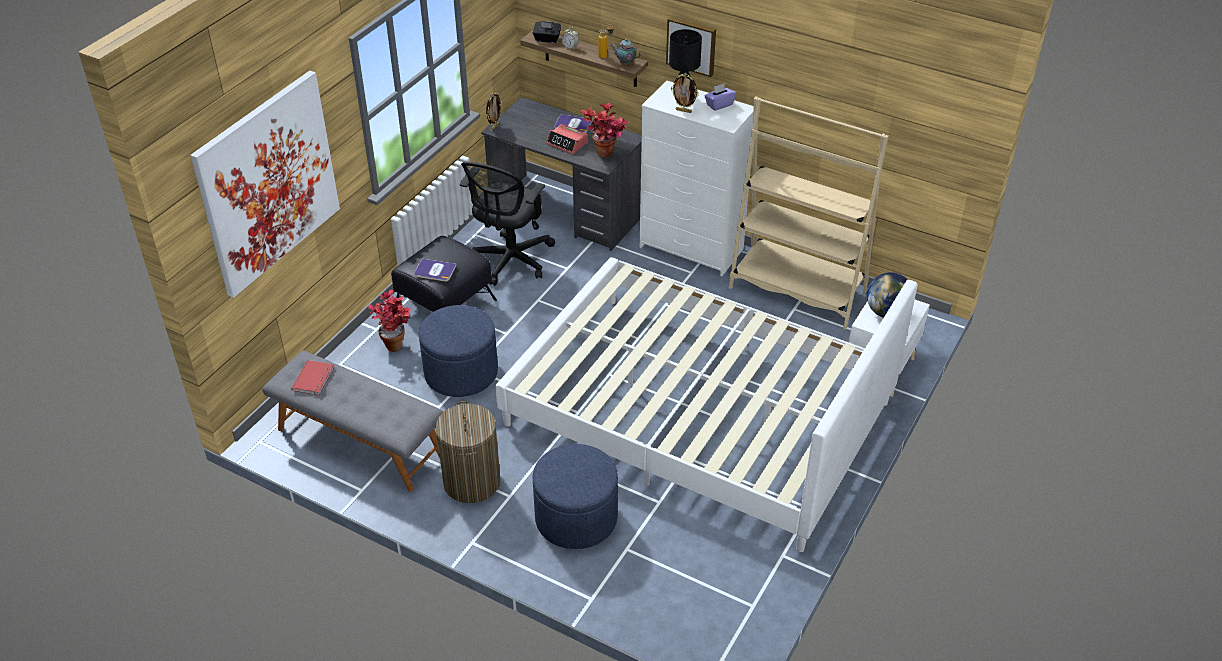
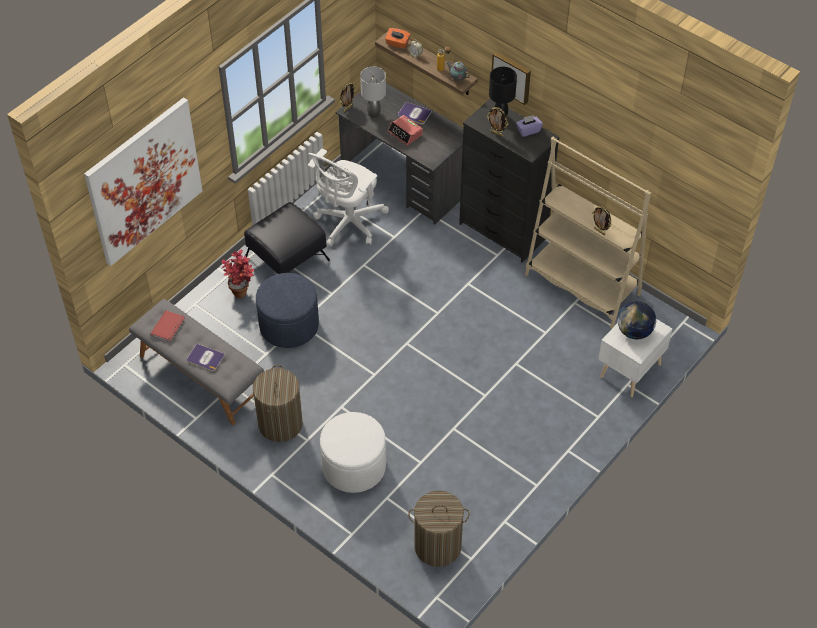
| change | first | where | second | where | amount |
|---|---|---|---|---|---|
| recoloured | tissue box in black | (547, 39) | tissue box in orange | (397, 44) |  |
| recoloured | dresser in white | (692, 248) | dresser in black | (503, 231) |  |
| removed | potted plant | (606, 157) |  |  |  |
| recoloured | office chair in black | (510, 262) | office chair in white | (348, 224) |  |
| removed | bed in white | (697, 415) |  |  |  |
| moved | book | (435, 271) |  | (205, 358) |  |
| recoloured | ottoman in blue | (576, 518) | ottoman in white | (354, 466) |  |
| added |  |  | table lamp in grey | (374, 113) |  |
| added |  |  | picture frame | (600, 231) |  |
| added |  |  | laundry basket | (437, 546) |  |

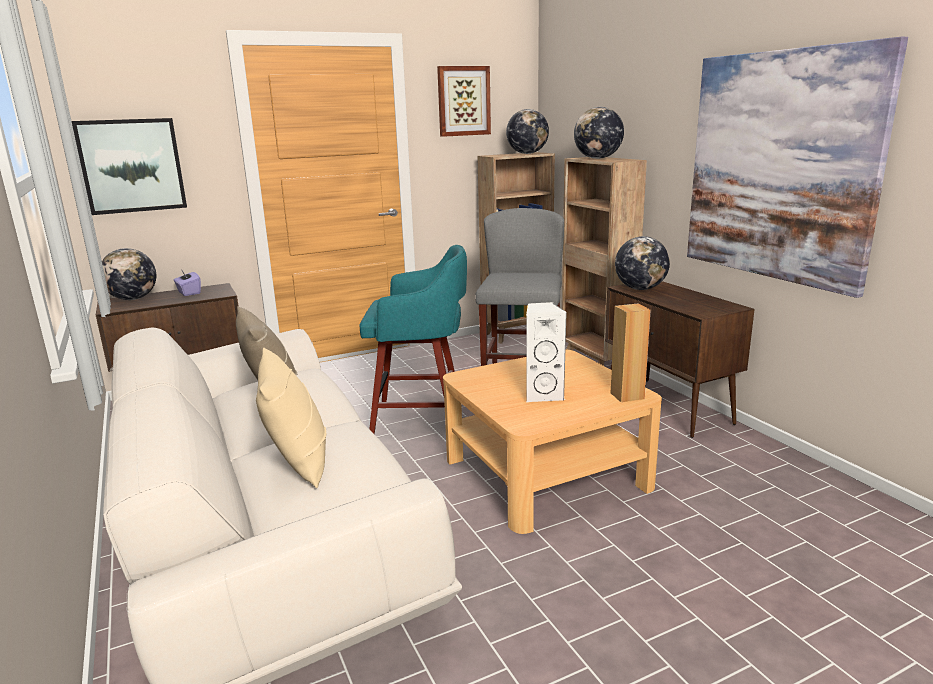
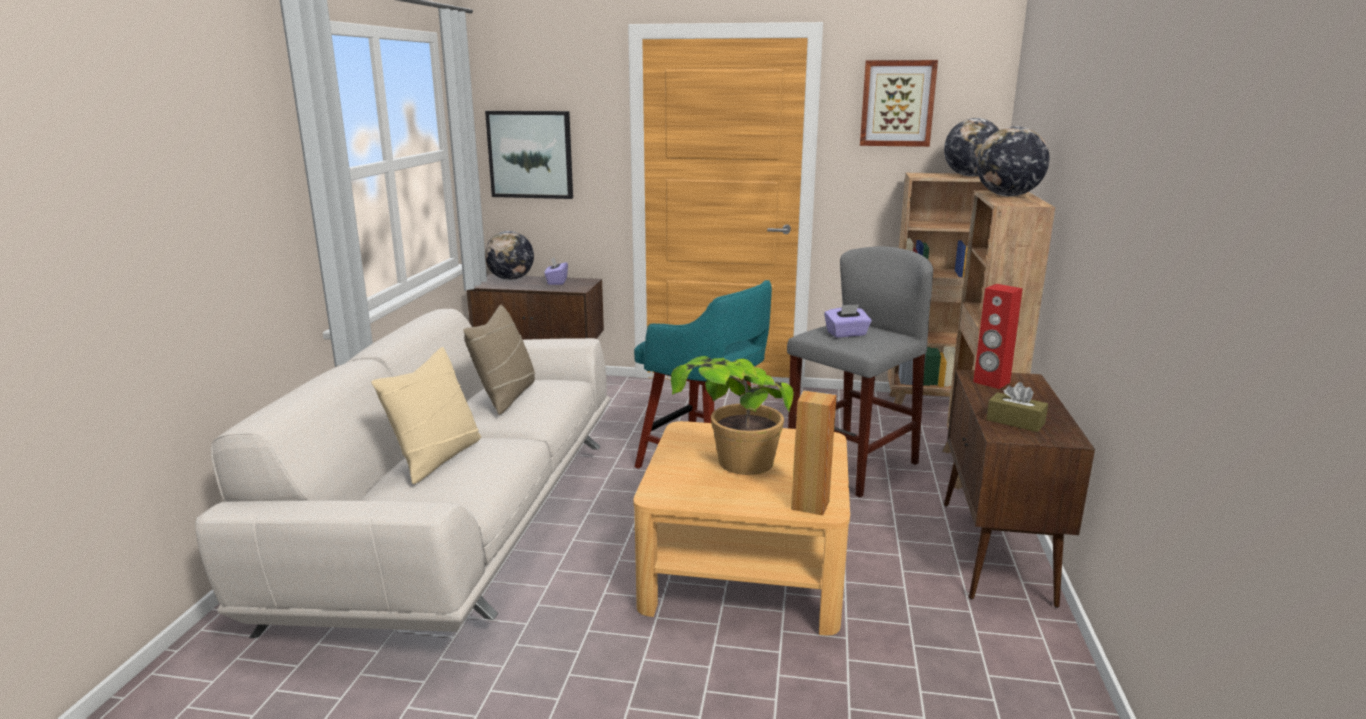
| change | first | where | second | where | amount |
|---|---|---|---|---|---|
| removed | picture | (779, 167) |  |  |  |
| replaced | globe | (640, 289) | speaker in red | (991, 382) |  |
| replaced | speaker in white | (543, 394) | potted plant | (727, 473) |  |
| added |  |  | tissue box in purple | (846, 334) |  |
| added |  |  | tissue box in brown | (1015, 421) |  |

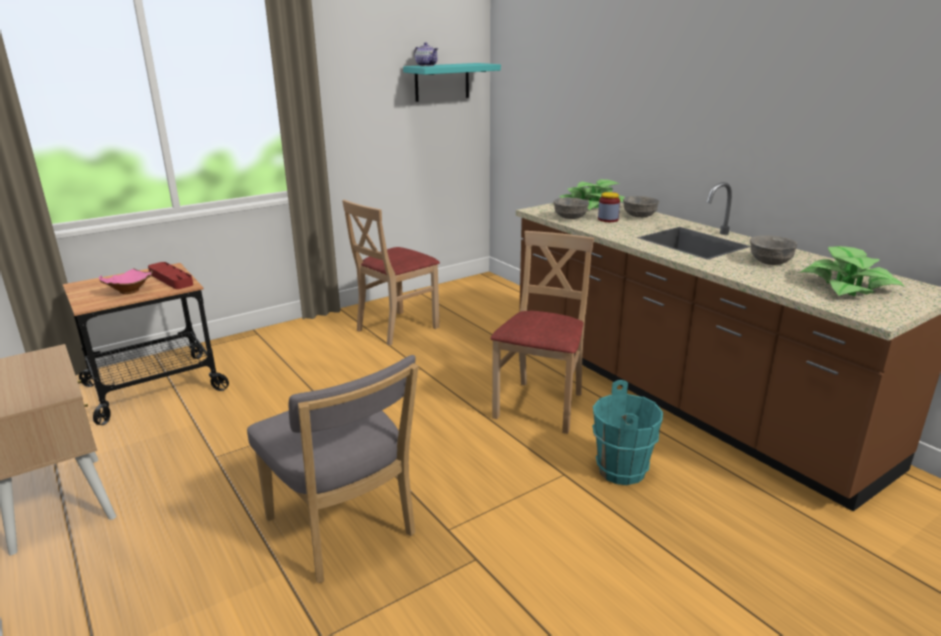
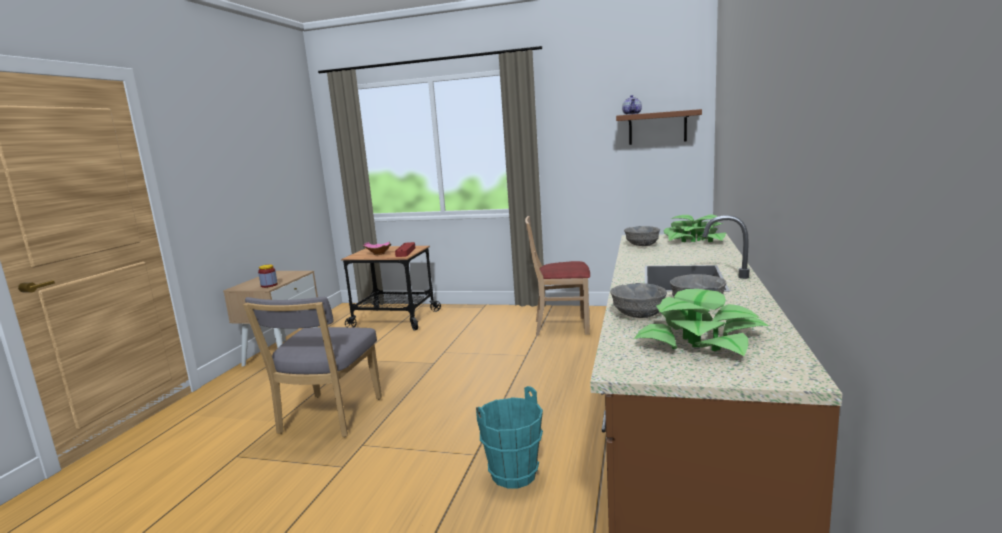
| change | first | where | second | where | amount |
|---|---|---|---|---|---|
| recoloured | shelf in turquoise | (442, 82) | shelf in brown | (657, 128) |  |
| moved | jar | (608, 219) |  | (269, 285) |  |
| moved | bowl in grey | (639, 216) |  | (638, 315) |  |
| removed | chair in beige | (541, 406) |  |  |  |

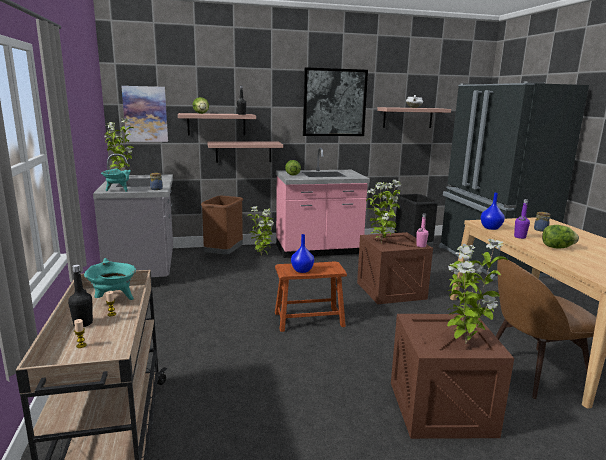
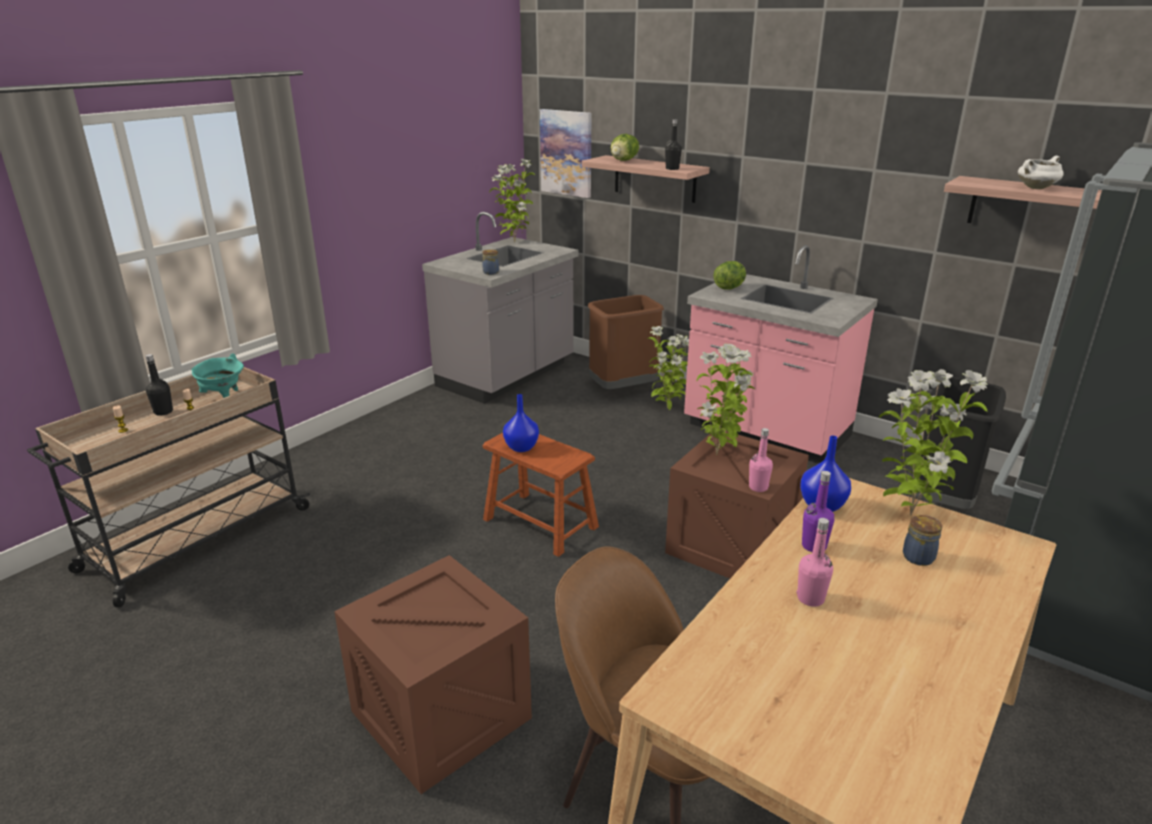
| change | first | where | second | where | amount |
|---|---|---|---|---|---|
| removed | picture | (334, 102) |  |  |  |
| removed | shelf | (243, 152) |  |  |  |
| removed | cooking pot in turquoise | (118, 190) |  |  |  |
| replaced | lettuce | (557, 247) | bottle in pink | (810, 598) |  |
| moved | potted plant | (464, 343) |  | (910, 513) |  |

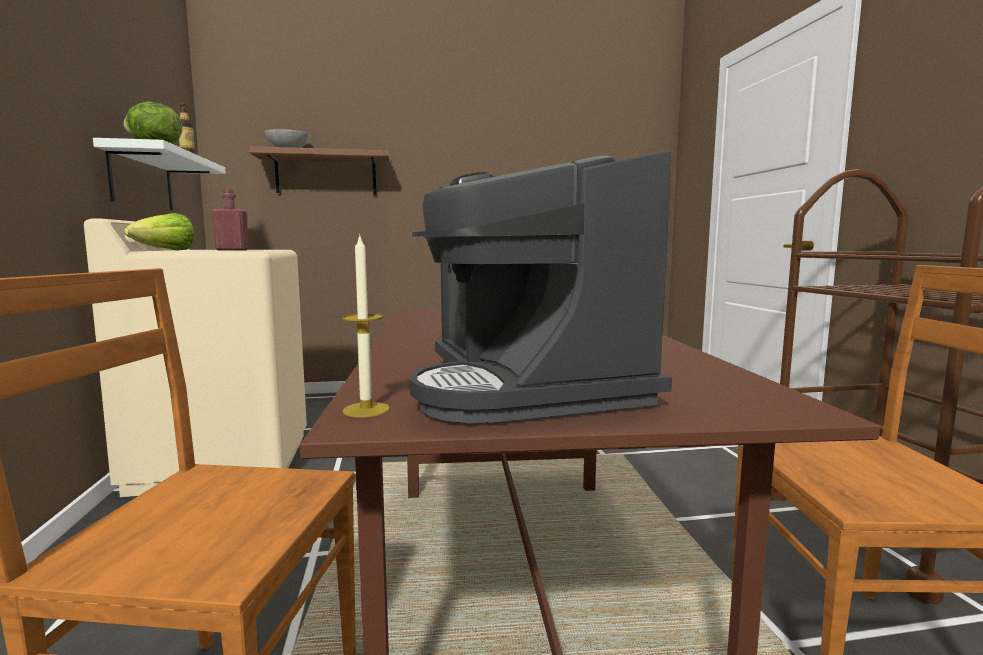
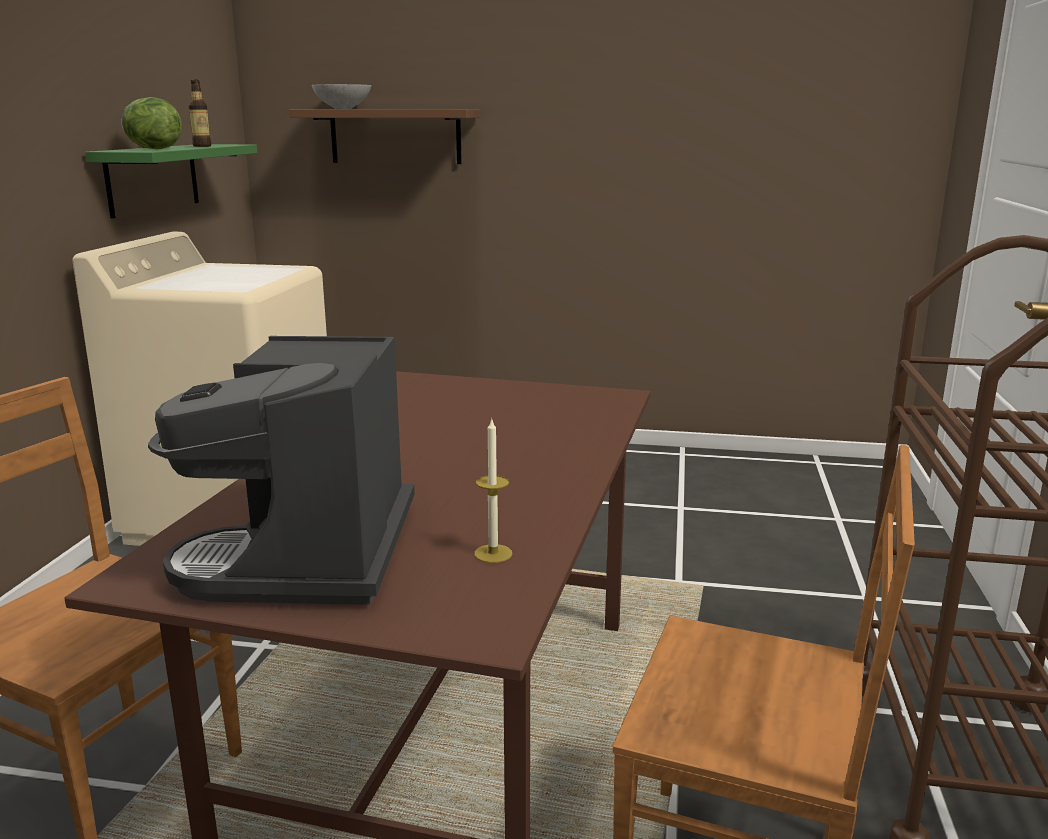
| change | first | where | second | where | amount |
|---|---|---|---|---|---|
| recoloured | shelf in white | (142, 180) | shelf in green | (153, 179) |  |
| removed | bottle in red | (232, 250) |  |  |  |
| removed | lettuce | (165, 250) |  |  |  |
| moved | candle | (366, 410) |  | (493, 553) |  |

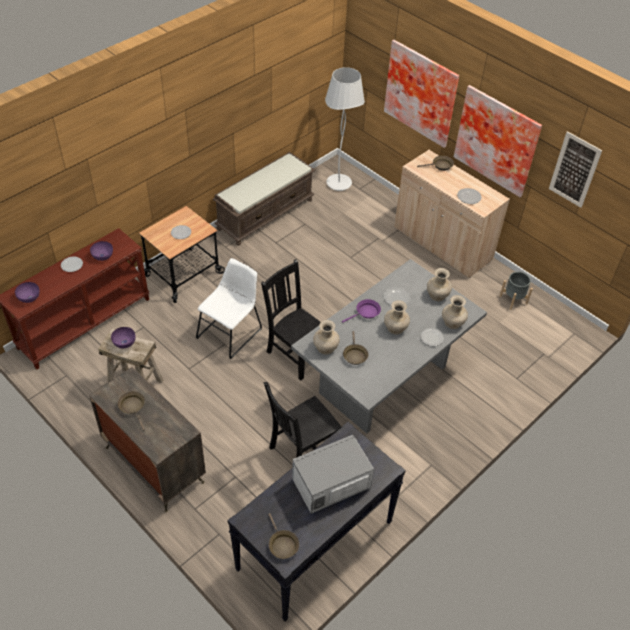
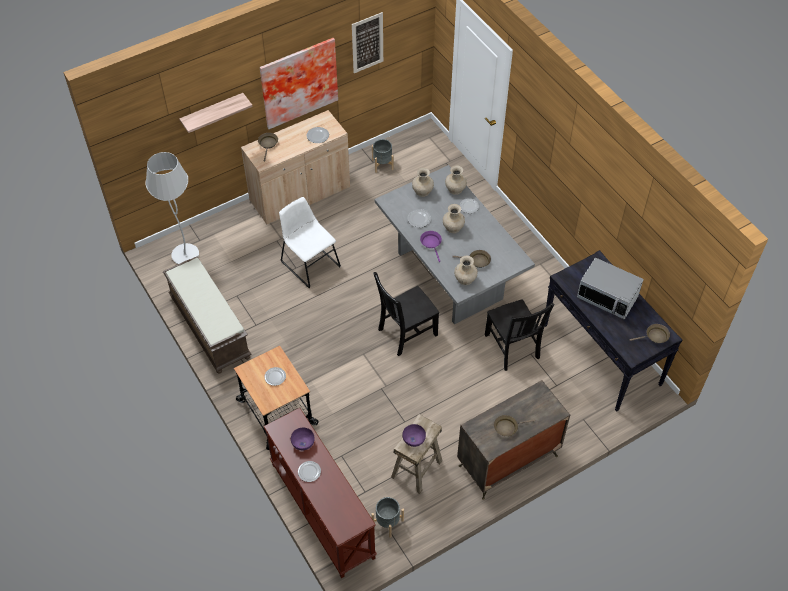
| change | first | where | second | where | amount |
|---|---|---|---|---|---|
| replaced | picture | (422, 92) | shelf | (212, 113) |  |
| moved | chair in white | (231, 331) |  | (309, 262) |  |
| removed | bowl in purple | (29, 297) |  |  |  |
| turned | microwave | (331, 485) |  | (607, 297) | 45 degrees counterclockwise |
| added |  |  | planter in grey | (388, 522) |  |

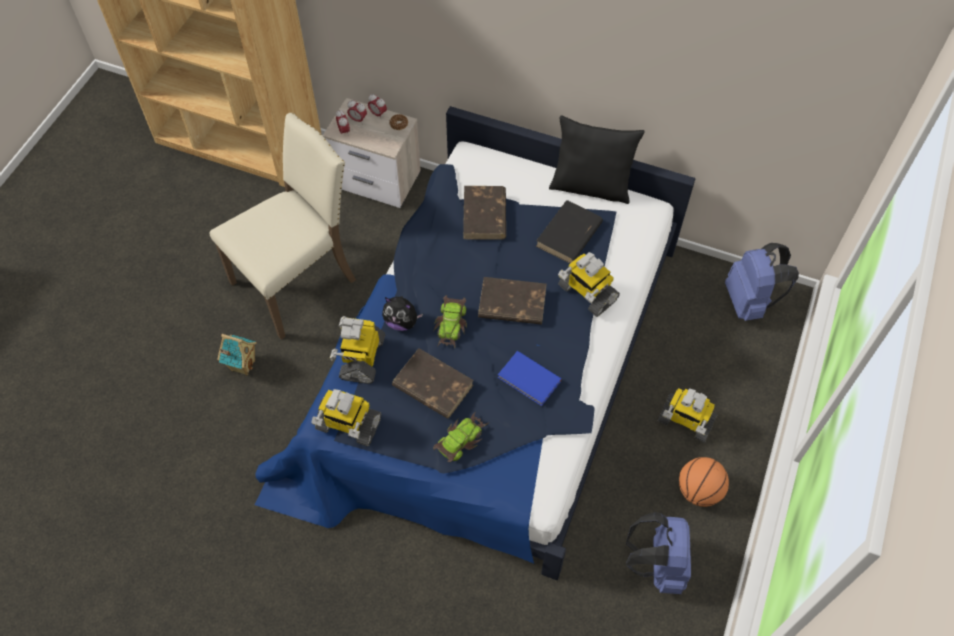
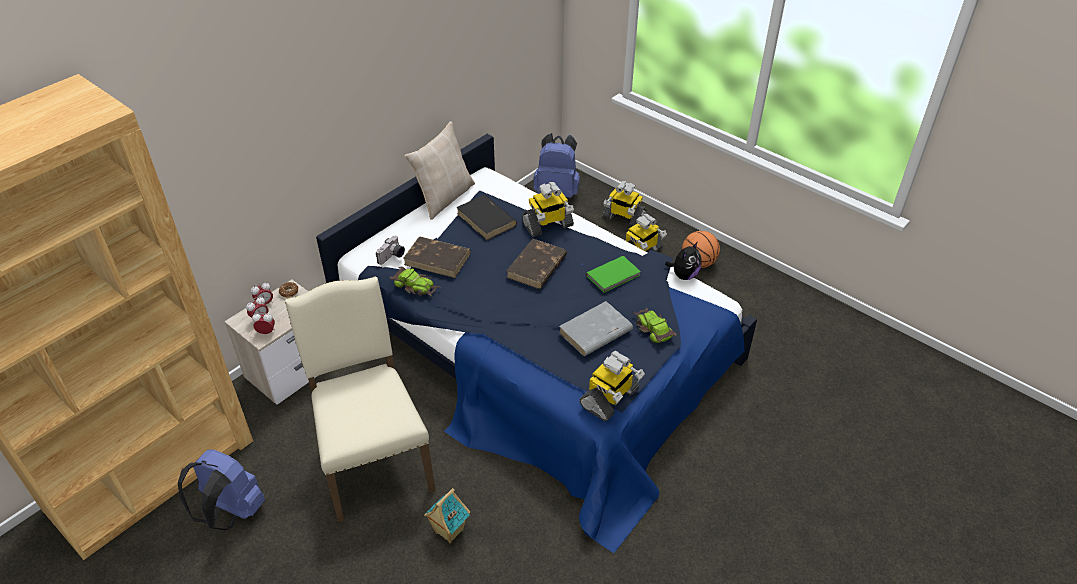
| change | first | where | second | where | amount |
|---|---|---|---|---|---|
| recoloured | pillow in black | (591, 186) | pillow in beige | (444, 197) |  |
| moved | toy car | (451, 325) |  | (416, 286) |  |
| moved | plush toy | (401, 322) |  | (684, 275) |  |
| moved | toy robot | (361, 358) |  | (623, 218) |  |
| recoloured | book in brown | (432, 385) | book in grey | (595, 332) |  |
| recoloured | book in blue | (529, 380) | book in green | (614, 276) |  |
| moved | backpack in blue | (657, 565) |  | (231, 512) |  |
| added |  |  | photo camera | (392, 257) |  |

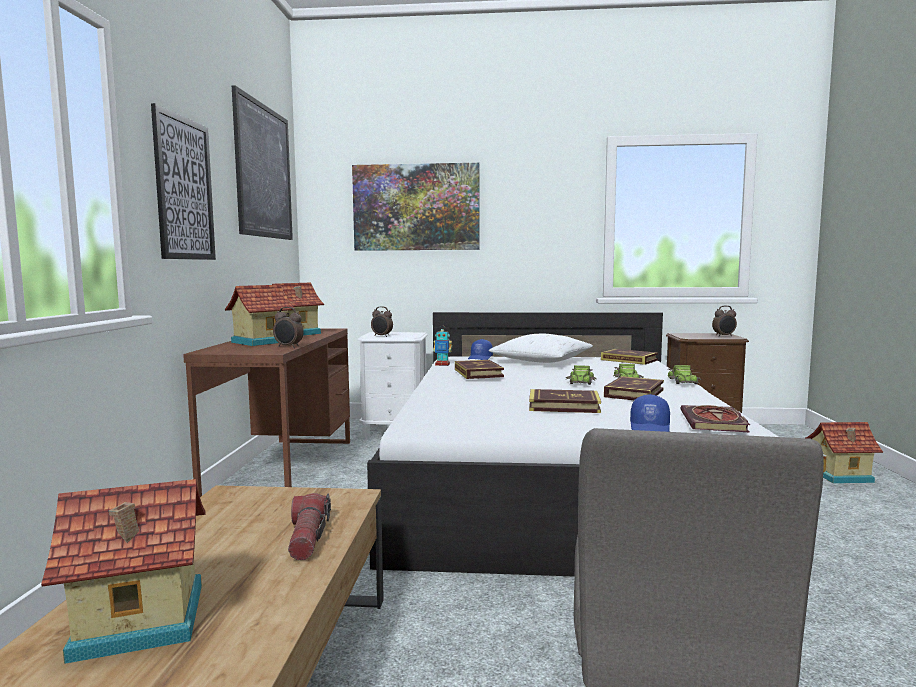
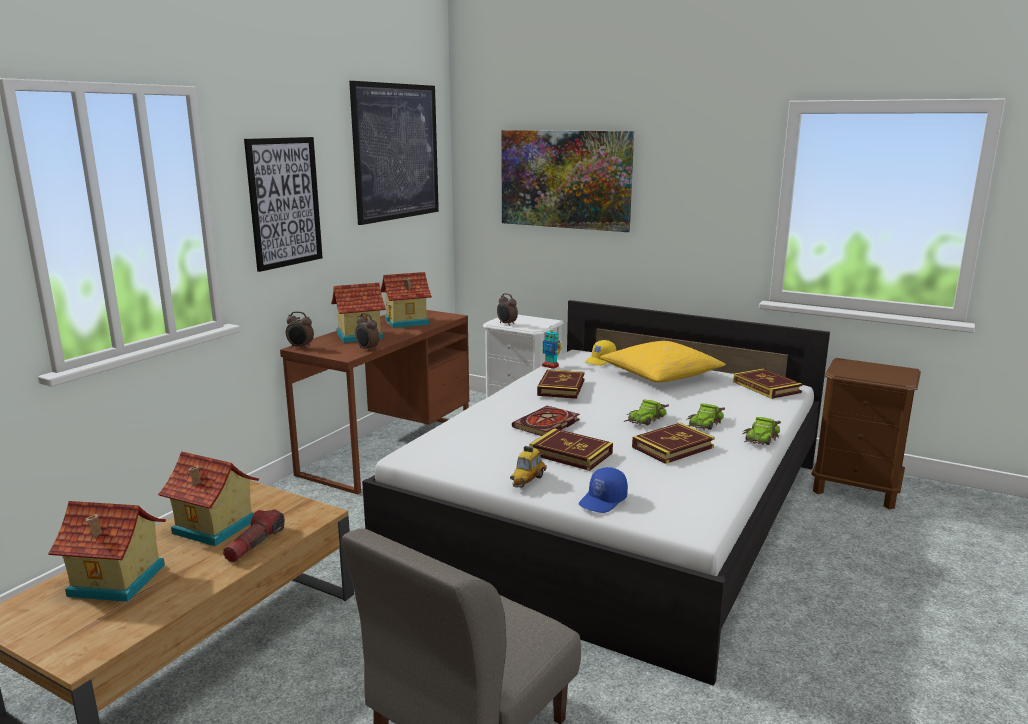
| change | first | where | second | where | amount |
|---|---|---|---|---|---|
| moved | alarm clock | (724, 336) |  | (300, 347) |  |
| recoloured | pillow in white | (541, 361) | pillow in yellow | (660, 375) |  |
| recoloured | cap in blue | (480, 358) | cap in yellow | (600, 361) |  |
| moved | book | (715, 422) |  | (546, 425) |  |
| moved | toy house | (841, 476) |  | (213, 527) |  |
| added |  |  | toy car | (528, 480) |  |

